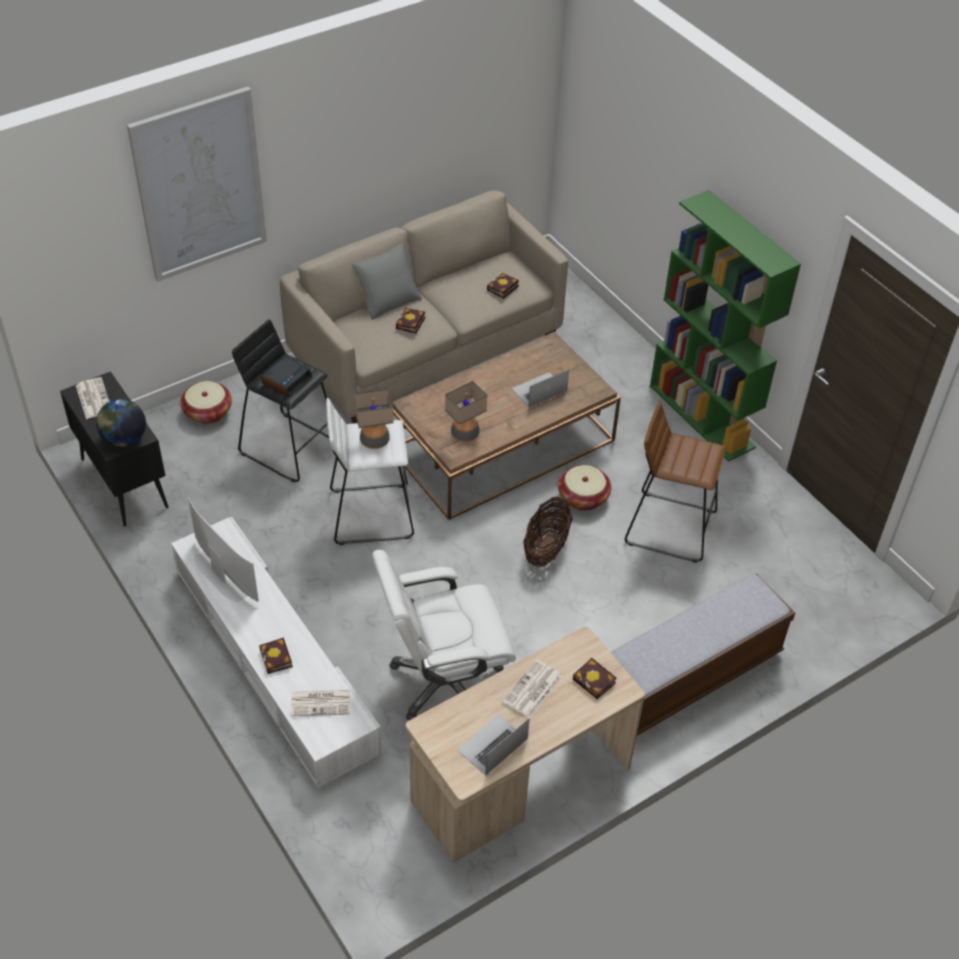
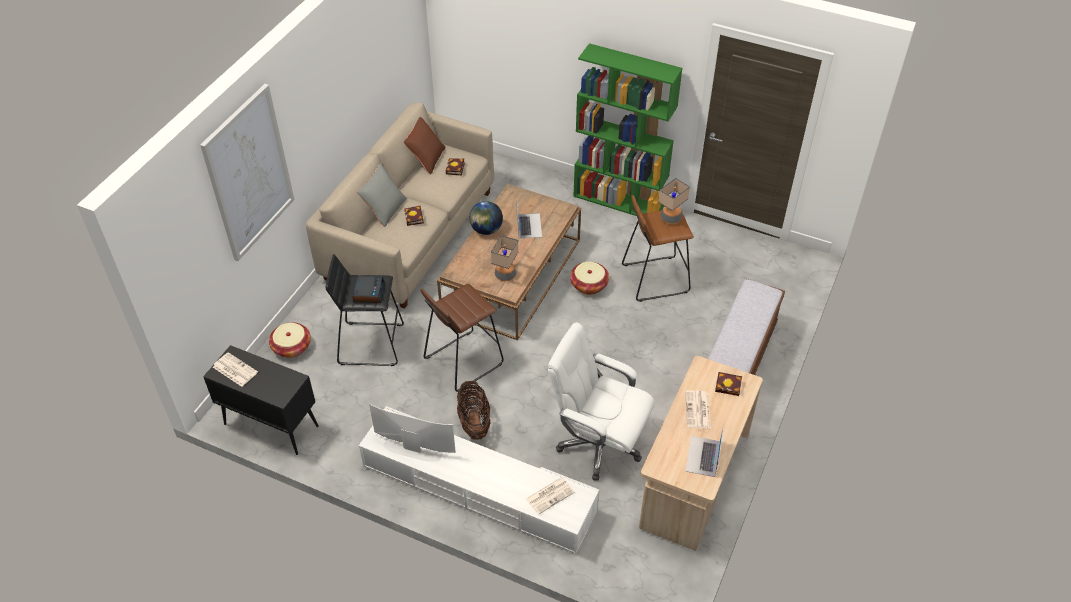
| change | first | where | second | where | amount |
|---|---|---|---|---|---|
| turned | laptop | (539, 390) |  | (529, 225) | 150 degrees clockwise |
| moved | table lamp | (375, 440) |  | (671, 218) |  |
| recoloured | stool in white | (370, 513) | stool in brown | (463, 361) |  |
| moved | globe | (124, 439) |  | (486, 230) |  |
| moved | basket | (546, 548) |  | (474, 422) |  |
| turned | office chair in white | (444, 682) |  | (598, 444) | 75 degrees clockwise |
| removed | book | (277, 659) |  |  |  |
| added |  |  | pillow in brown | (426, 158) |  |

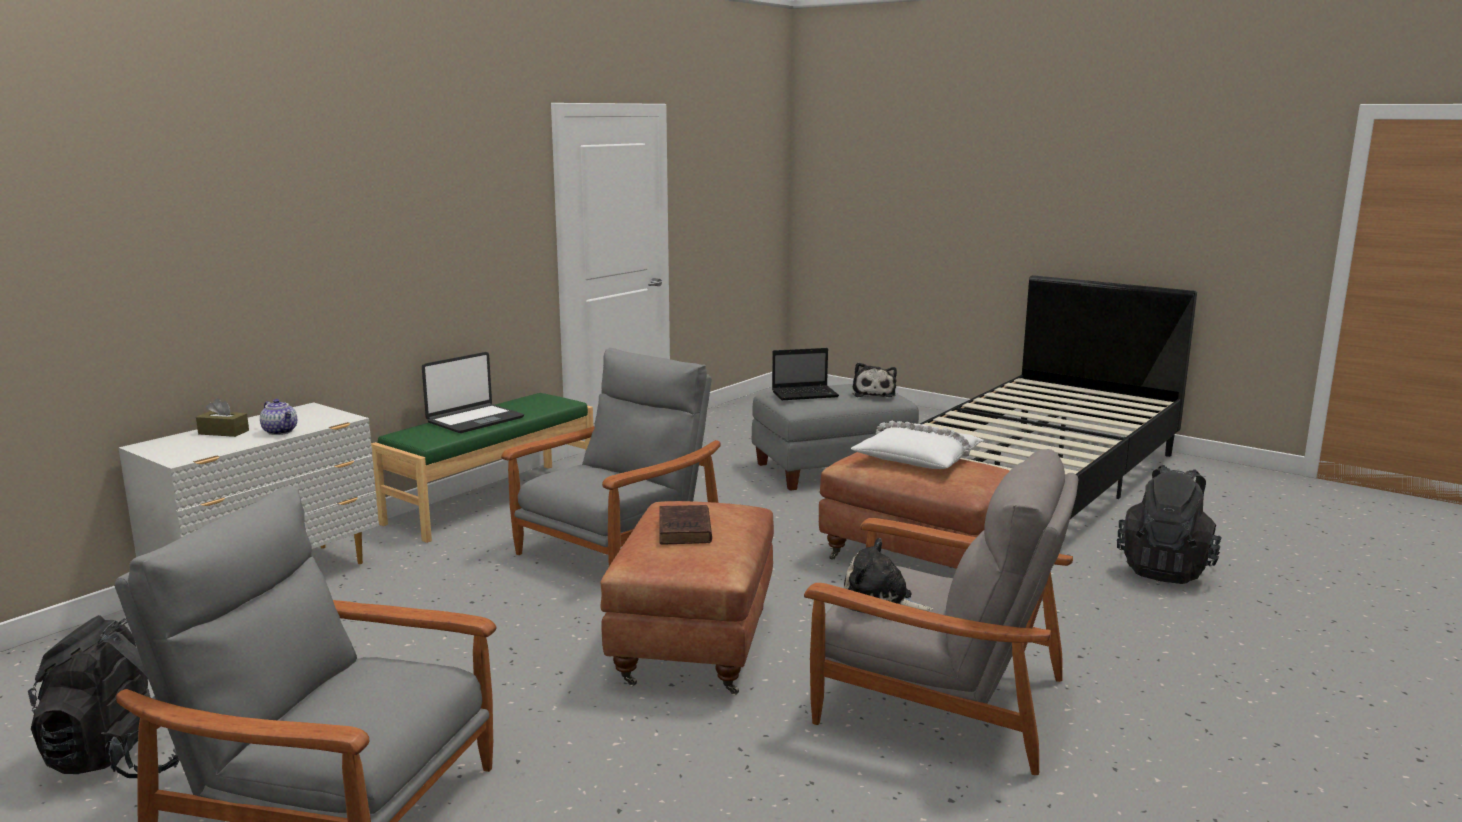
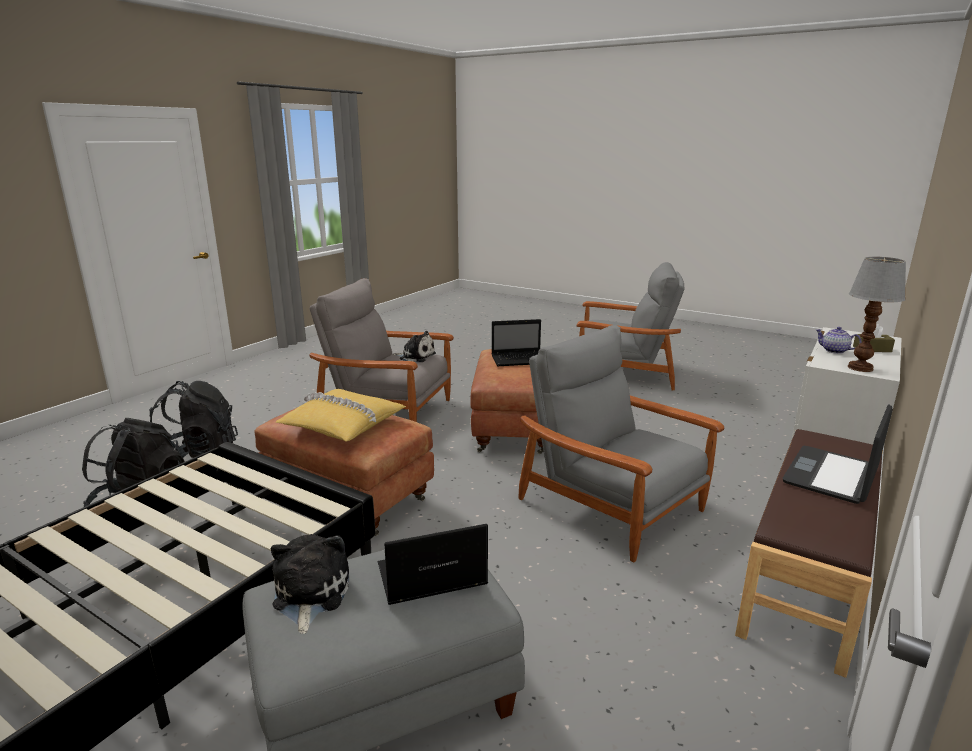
| change | first | where | second | where | amount |
|---|---|---|---|---|---|
| turned | armchair in grey | (618, 546) |  | (612, 506) | 105 degrees clockwise |
| recoloured | bench in green | (492, 500) | bench in brown | (809, 573) |  |
| recoloured | pillow in white | (918, 457) | pillow in yellow | (342, 425) |  |
| replaced | book in brown | (685, 530) | laptop | (520, 360) |  |
| moved | backpack in black | (128, 757) |  | (198, 455) |  |
| added |  |  | table lamp | (861, 368) |  |

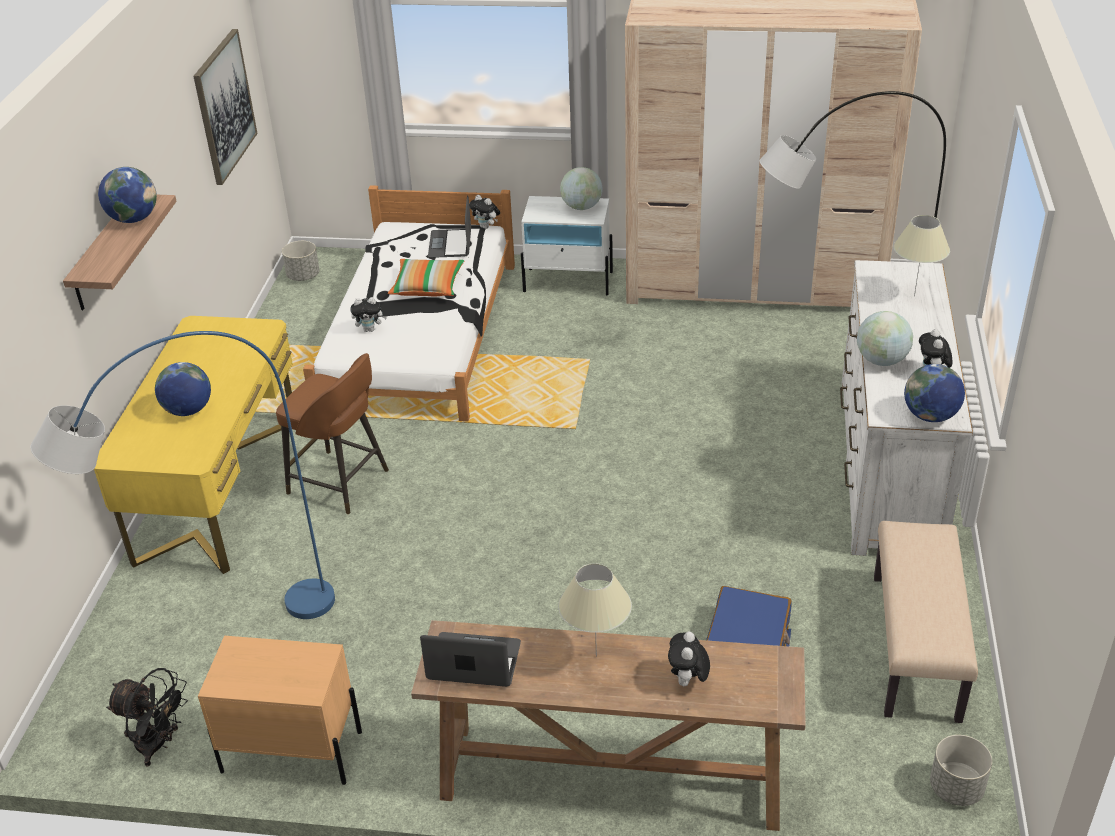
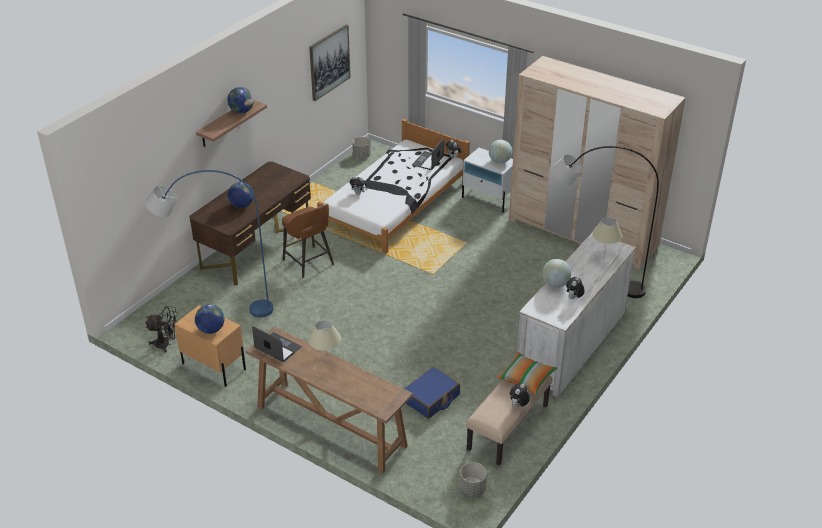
| change | first | where | second | where | amount |
|---|---|---|---|---|---|
| moved | pillow | (427, 287) |  | (526, 378) |  |
| recoloured | desk in yellow | (219, 489) | desk in brown | (256, 247) |  |
| moved | globe | (930, 416) |  | (211, 330) |  |
| moved | plush toy | (687, 681) |  | (518, 405) |  |
| turned | fan in black | (158, 745) |  | (166, 344) | 45 degrees counterclockwise |

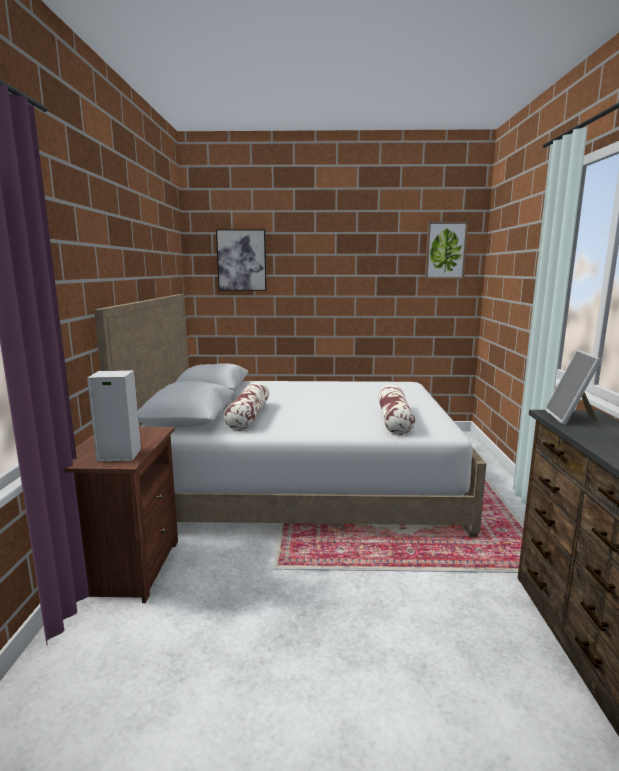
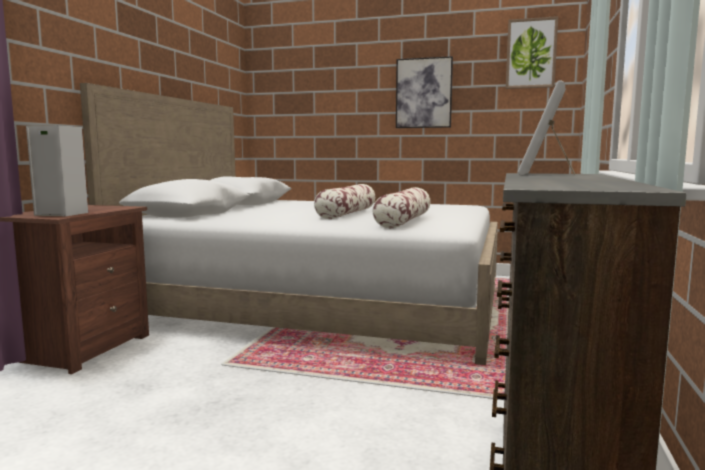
| change | first | where | second | where | amount |
|---|---|---|---|---|---|
| moved | picture | (241, 260) |  | (423, 93) |  |
| moved | pillow | (248, 416) |  | (347, 213) |  |

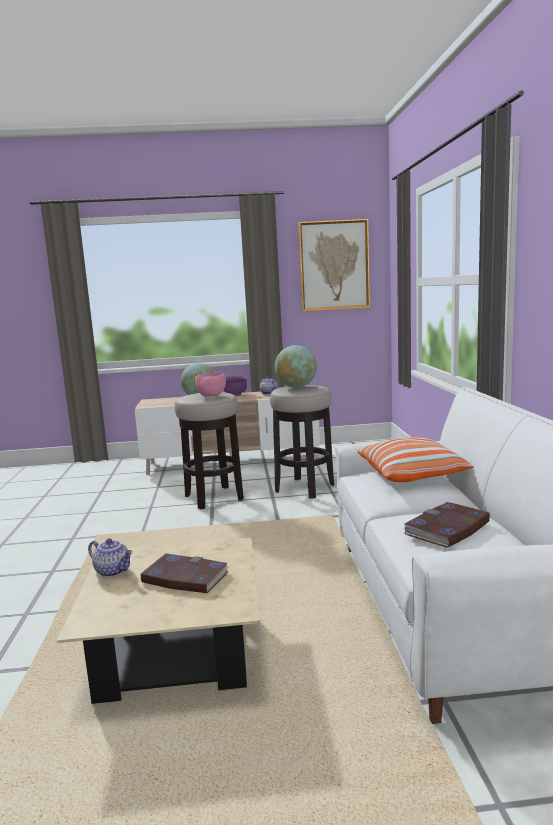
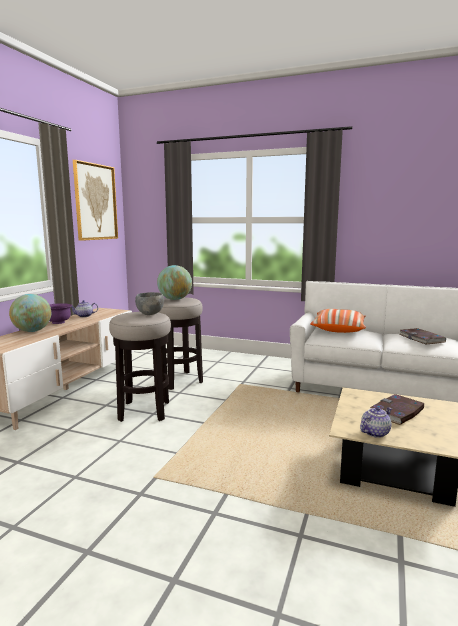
| change | first | where | second | where | amount |
|---|---|---|---|---|---|
| recoloured | bowl in pink | (212, 396) | bowl in grey | (150, 314) |  |

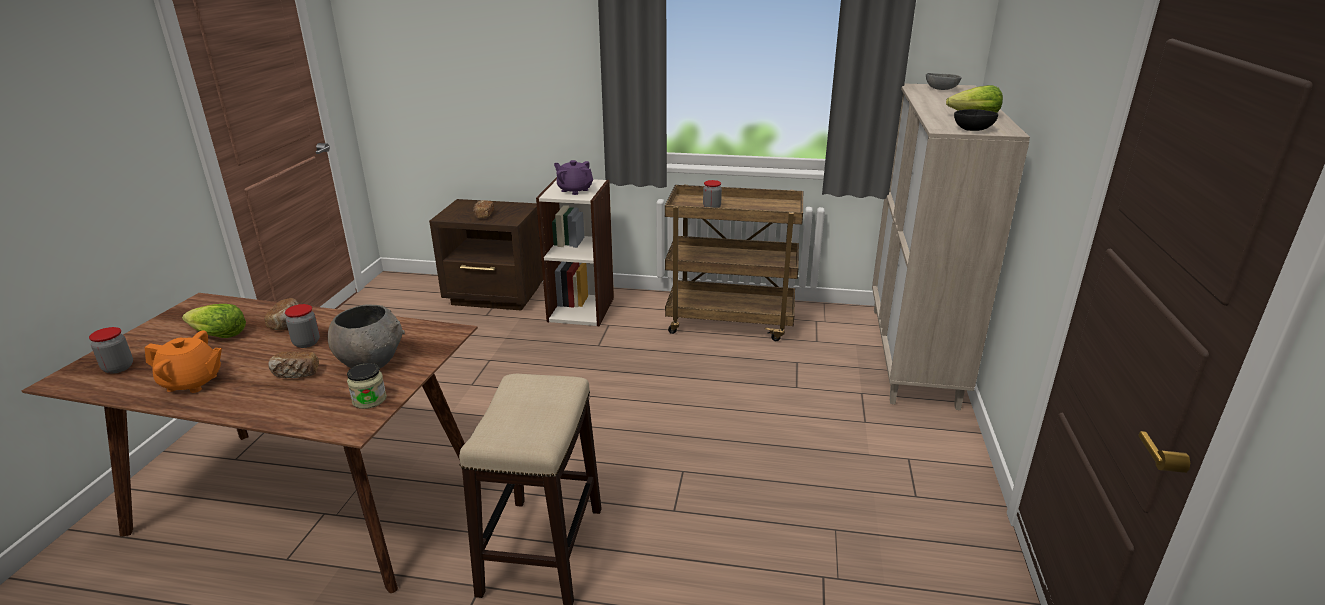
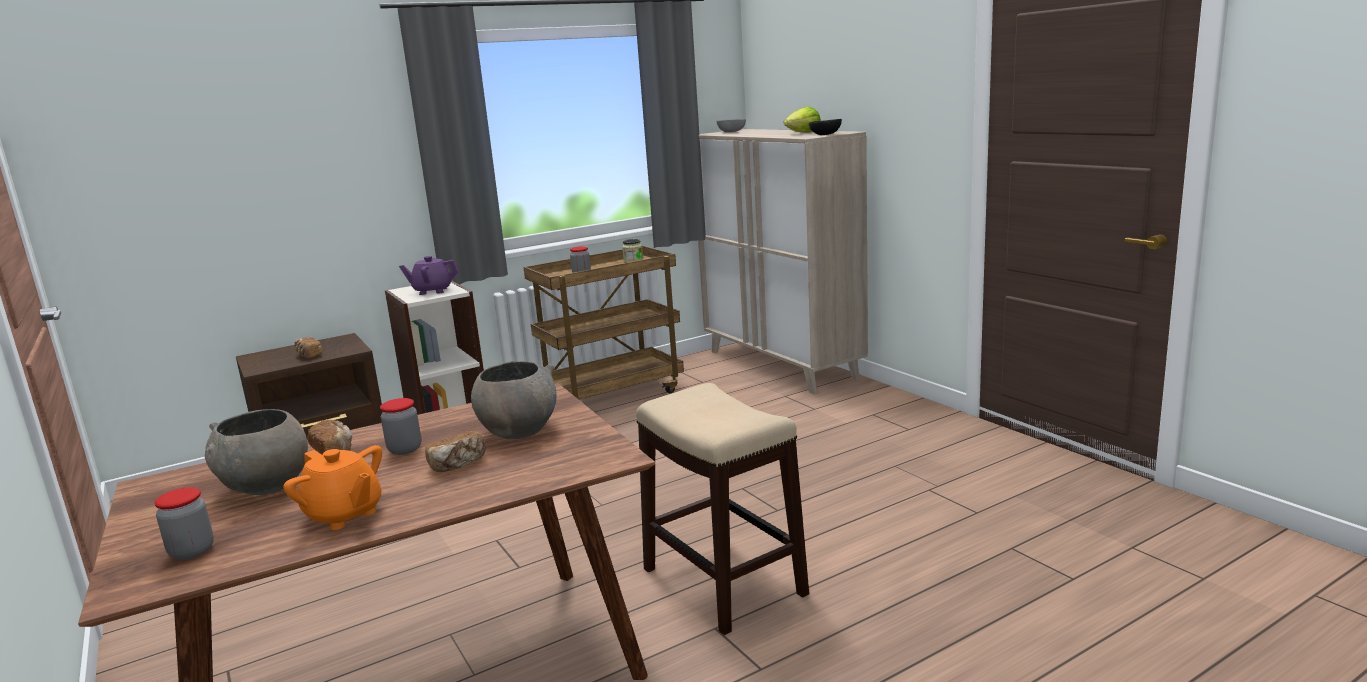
| change | first | where | second | where | amount |
|---|---|---|---|---|---|
| replaced | lettuce | (218, 335) | bowl in grey | (266, 487) |  |
| turned | teapot in orange | (192, 382) |  | (344, 515) | 75 degrees clockwise |
| moved | jar | (369, 400) |  | (633, 261) |  |

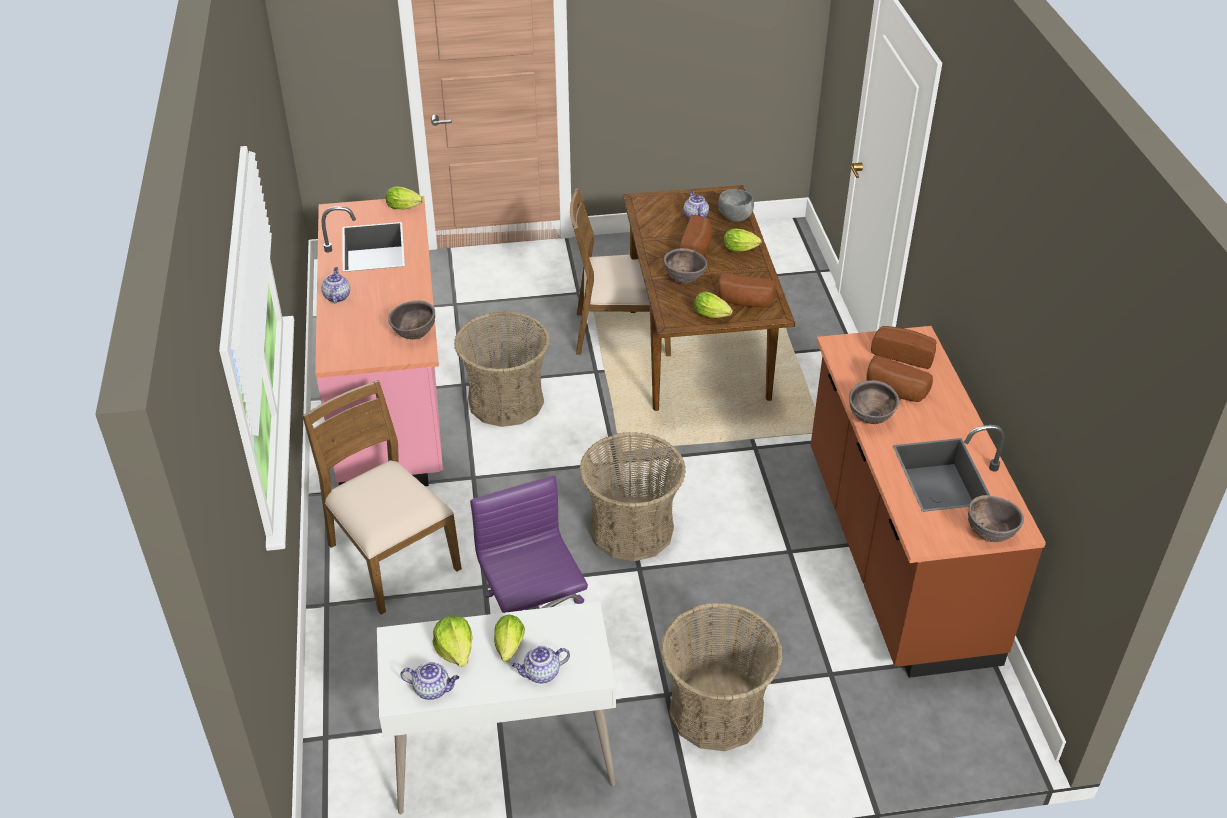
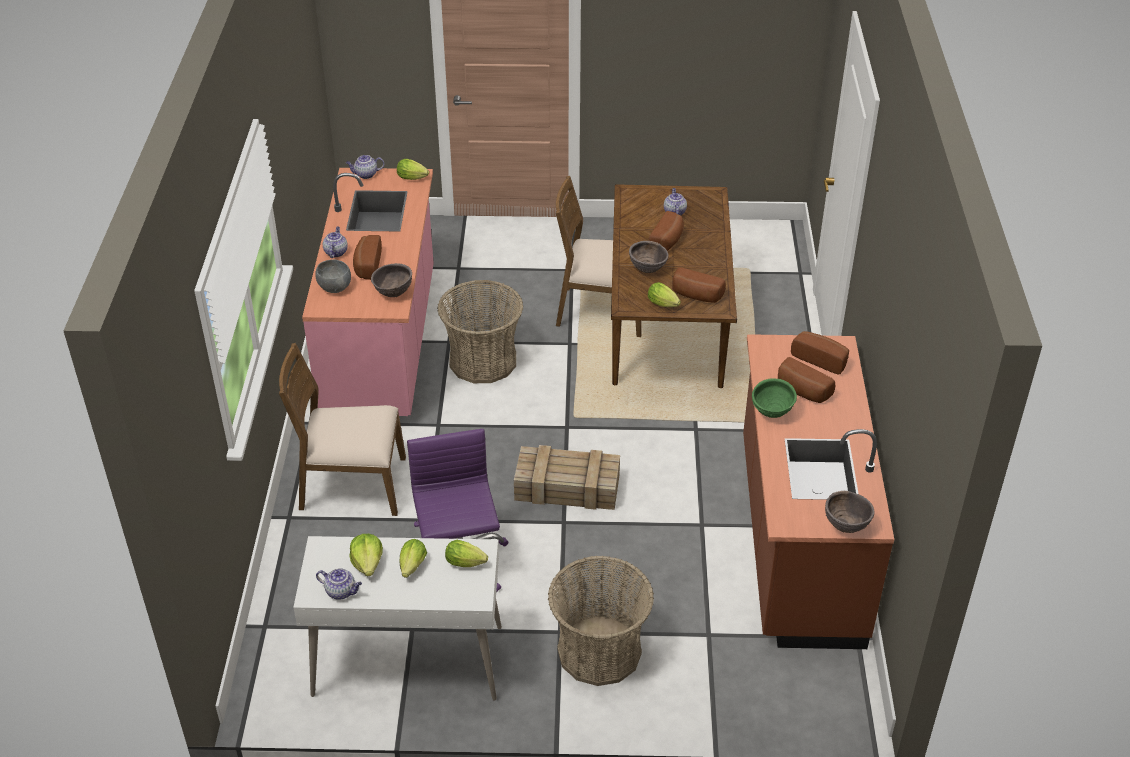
| change | first | where | second | where | amount |
|---|---|---|---|---|---|
| moved | bowl in grey | (735, 218) |  | (334, 288) |  |
| moved | lettuce | (742, 249) |  | (467, 563) |  |
| turned | chair in brown | (391, 557) |  | (352, 484) | 60 degrees counterclockwise |
| recoloured | bowl in brown | (870, 419) | bowl in green | (771, 413) |  |
| replaced | basket | (631, 530) | crate | (565, 487) |  |
| moved | teapot | (541, 674) |  | (365, 174) |  |
| added |  |  | bread | (367, 266) |  |

